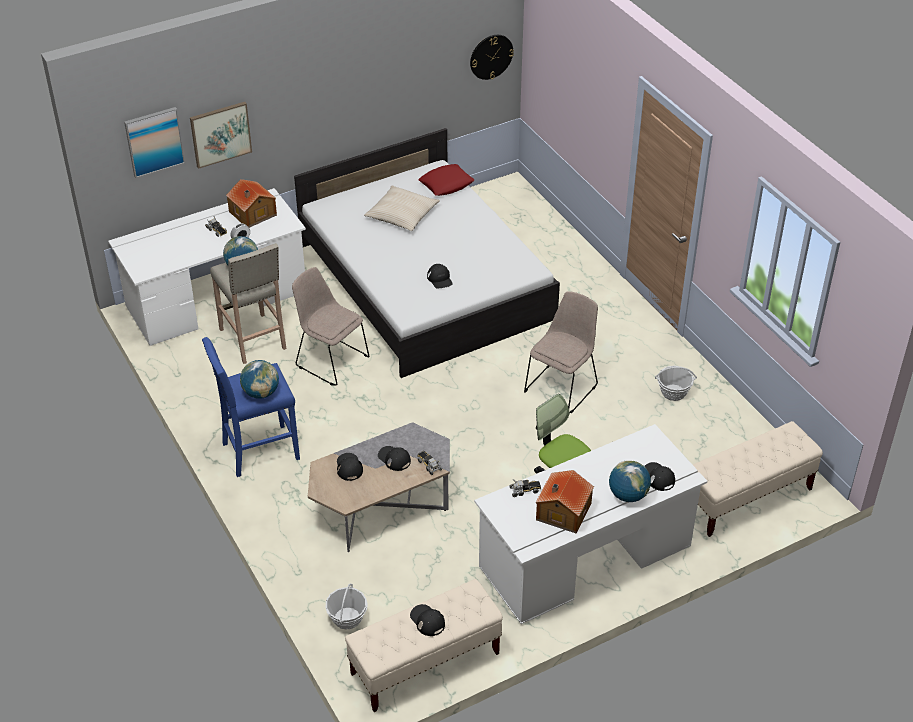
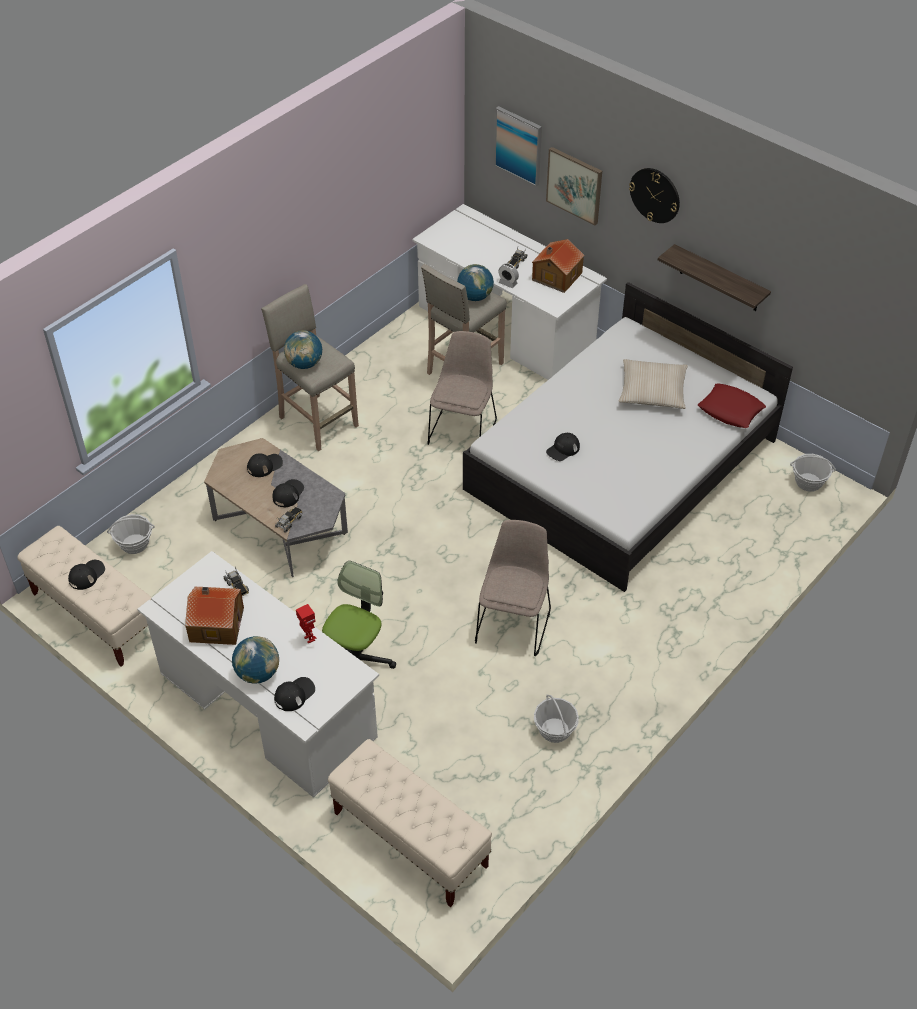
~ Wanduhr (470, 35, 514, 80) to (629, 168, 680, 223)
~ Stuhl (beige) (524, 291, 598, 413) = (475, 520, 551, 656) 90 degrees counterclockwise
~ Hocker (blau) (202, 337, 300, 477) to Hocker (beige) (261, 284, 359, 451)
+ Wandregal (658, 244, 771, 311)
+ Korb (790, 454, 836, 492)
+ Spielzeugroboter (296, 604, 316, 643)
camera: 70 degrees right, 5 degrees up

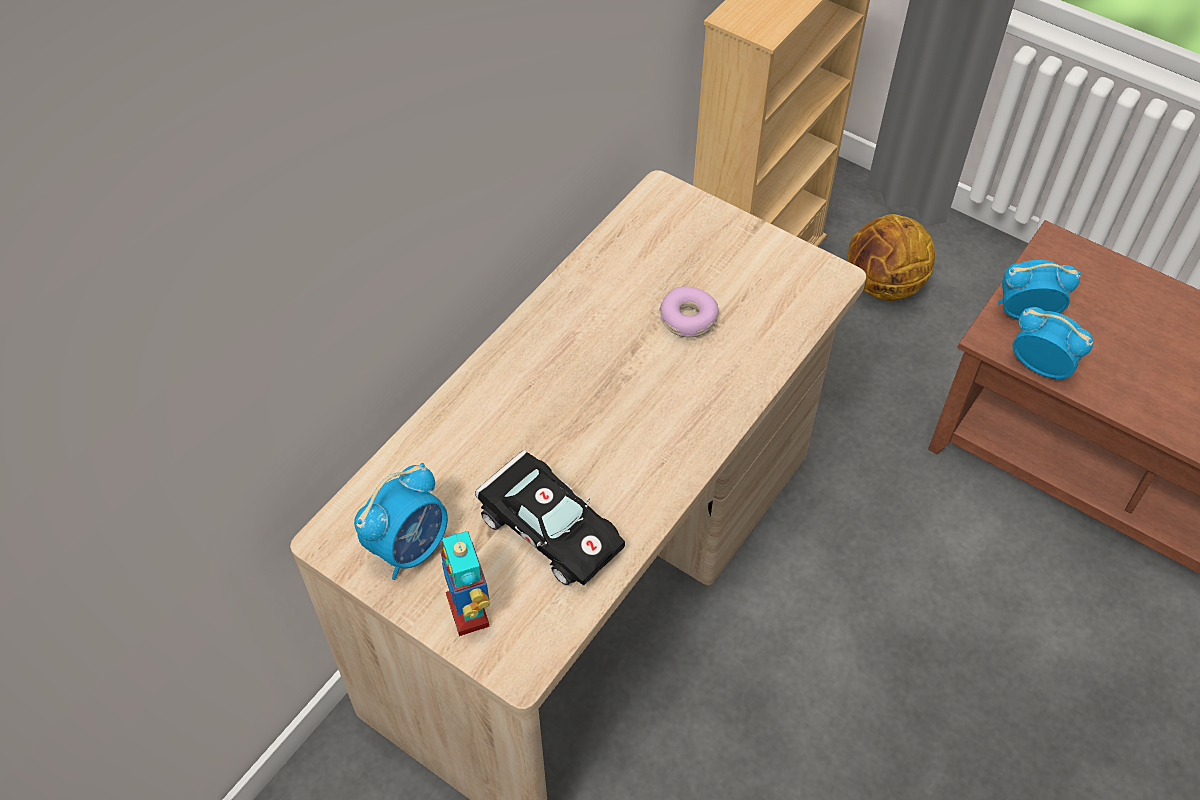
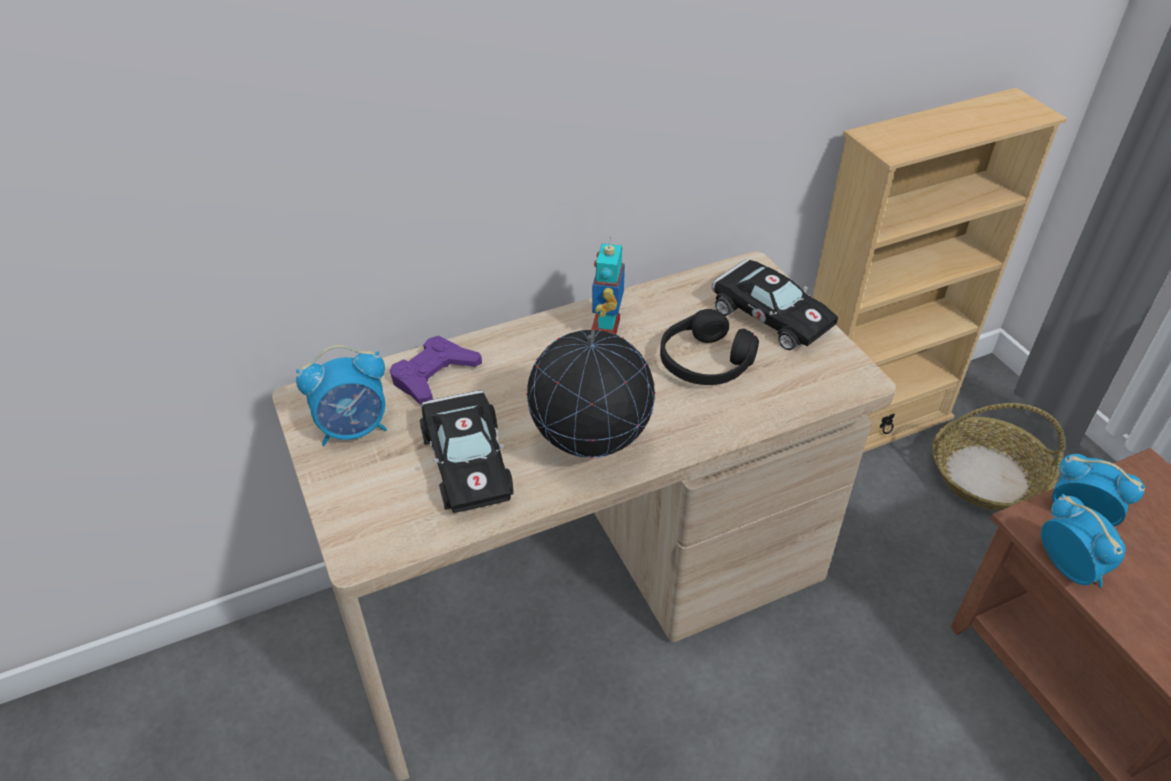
~ Basketball (847, 214, 935, 301) to Korb (932, 403, 1065, 511)
~ Donut (660, 286, 719, 337) to Kopfhörer (schwarz) (660, 309, 759, 385)
~ Spielzeugroboter (440, 531, 490, 636) to (591, 236, 625, 334)
+ Spielzeugauto (schwarz) (712, 259, 838, 350)
+ Globus (526, 330, 656, 458)
+ Gamepad (lila) (390, 336, 482, 404)
camera: 30 degrees right, 10 degrees down

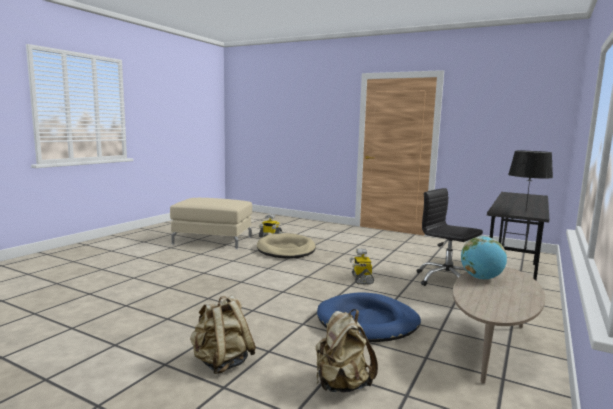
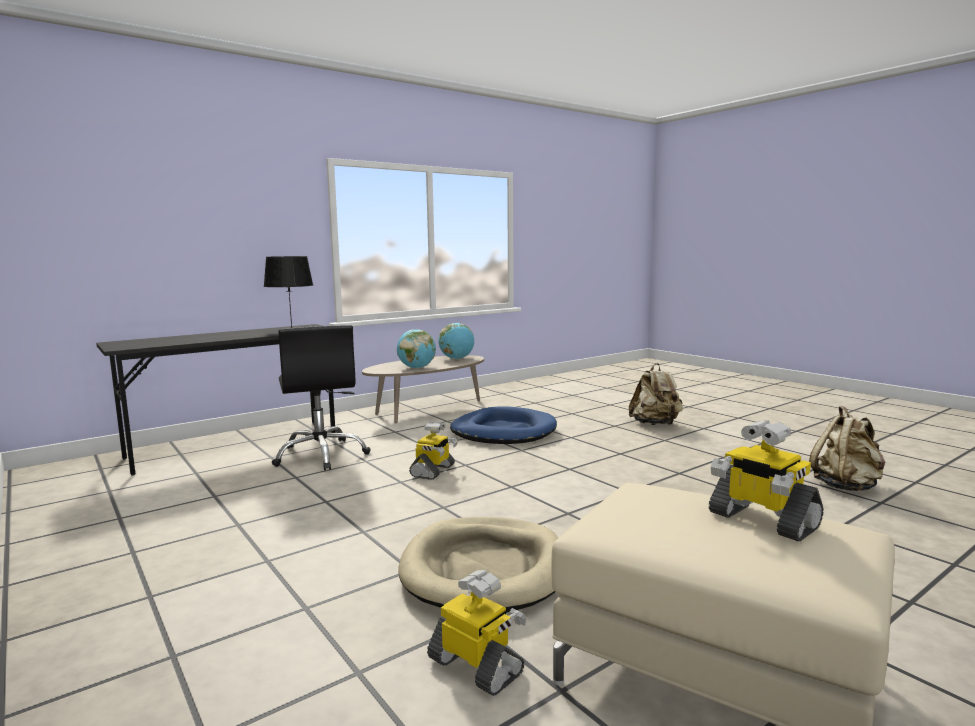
~ Rucksack (beige) (316, 309, 378, 393) to (809, 406, 886, 491)
+ Globus (439, 323, 474, 359)
+ Spielzeugroboter (709, 420, 824, 542)
camera: 155 degrees left, 0 degrees up

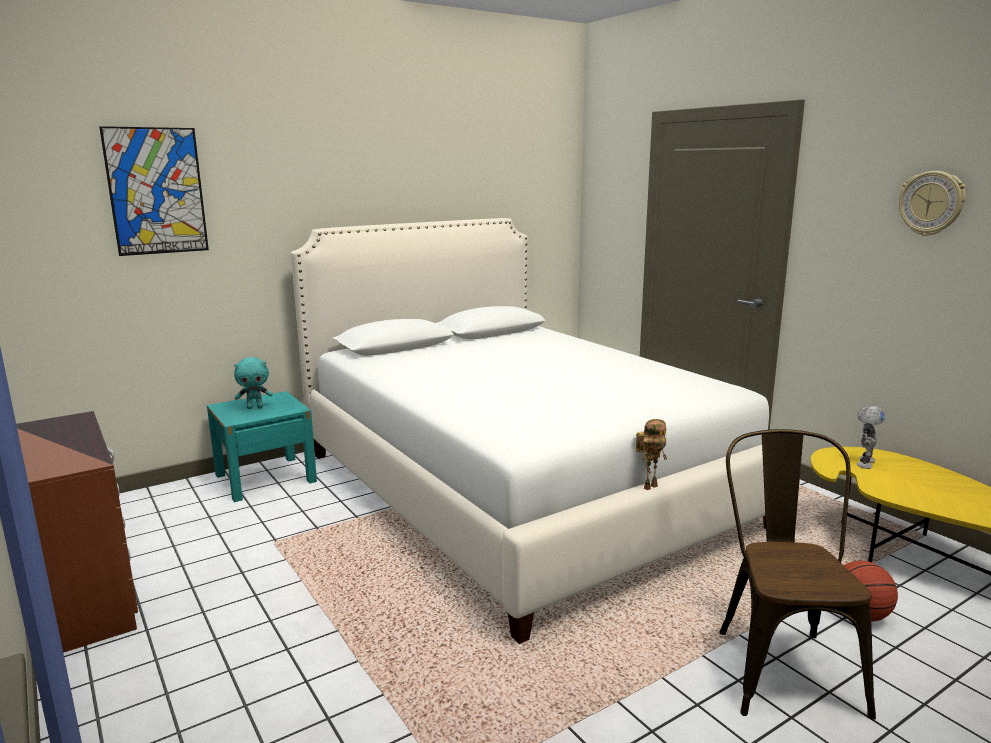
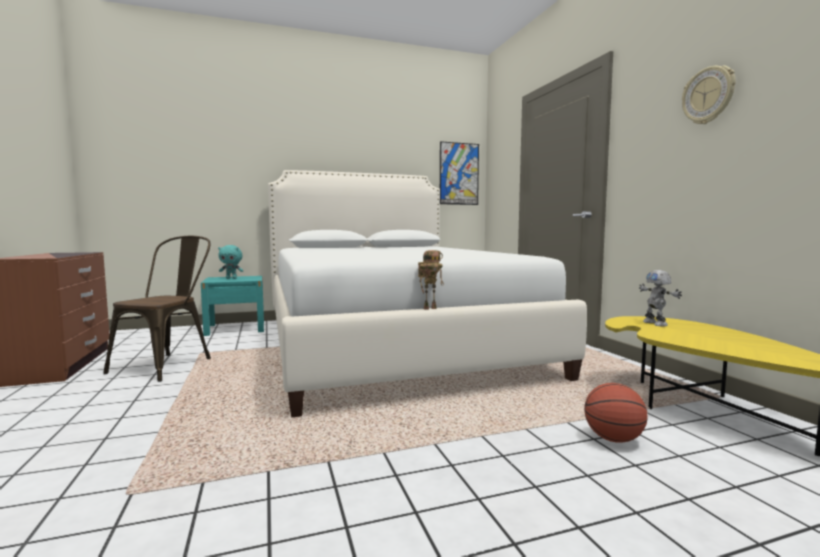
~ Bild (99, 126, 209, 256) to (440, 141, 479, 205)
~ Spielzeugroboter (857, 406, 885, 469) = (639, 270, 682, 326) 120 degrees clockwise
~ Stuhl (braun) (719, 429, 876, 720) to (104, 236, 211, 382)
camera: 15 degrees right, 10 degrees down

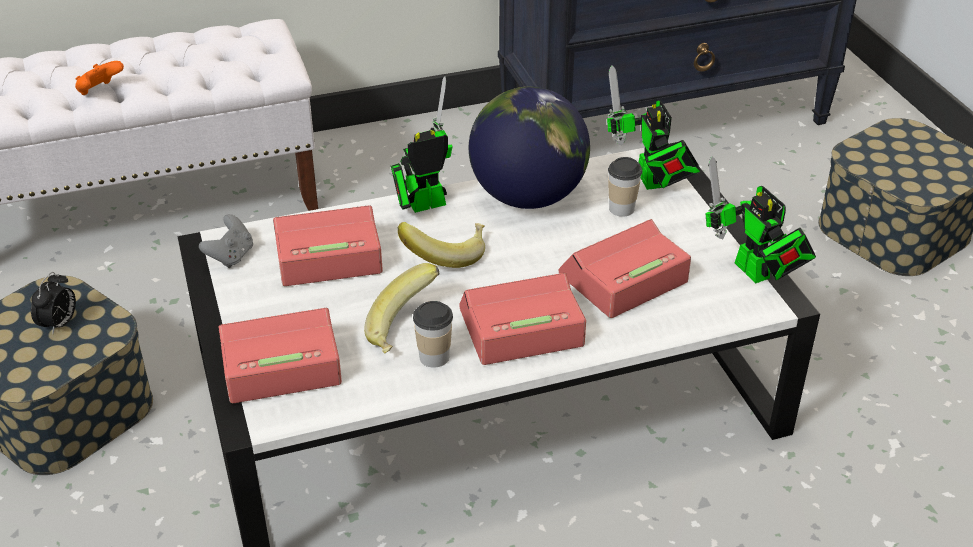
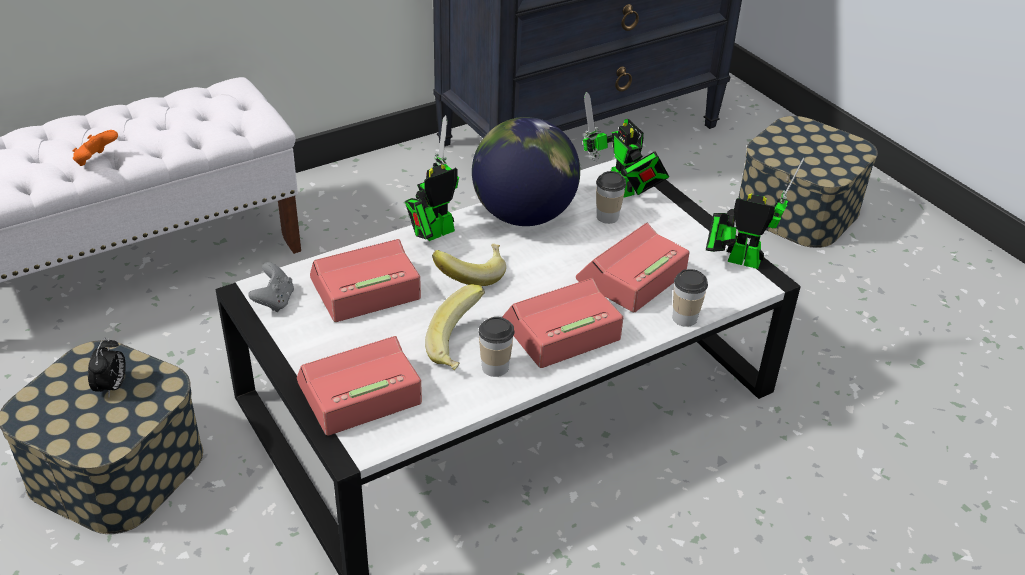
~ Spielzeugroboter (705, 156, 816, 284) = (706, 158, 804, 269) 150 degrees clockwise
+ Tasse (673, 269, 708, 327)
camera: 15 degrees left, 0 degrees up

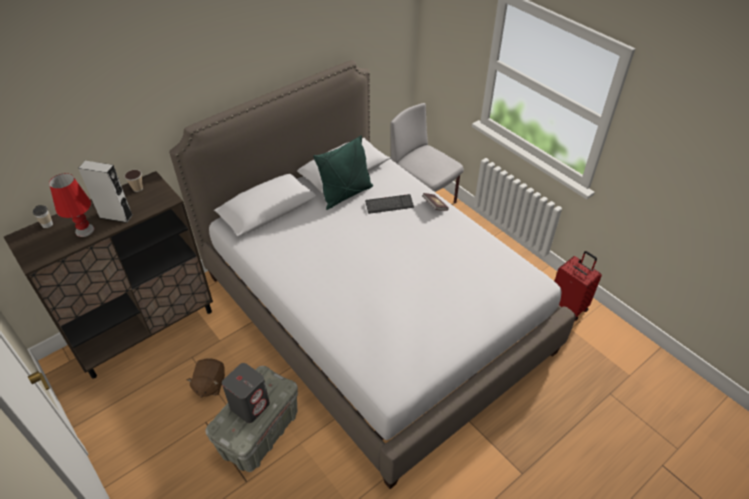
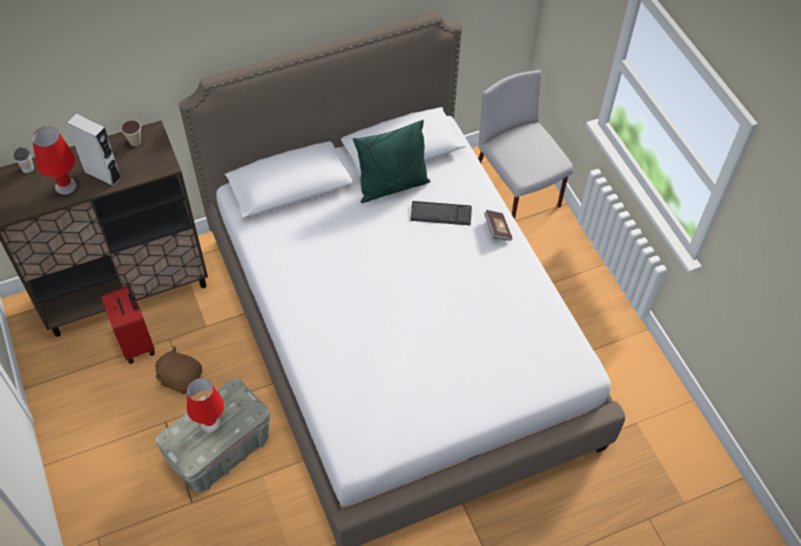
~ Koffer (rot) (555, 251, 602, 321) to (101, 284, 155, 364)
~ Plüschtier (braun) (187, 358, 225, 398) = (155, 346, 202, 394) 90 degrees clockwise
~ Lautsprecher (grau) (222, 363, 270, 423) to Tischlampe (rot) (187, 378, 224, 433)
camera: 15 degrees right, 10 degrees up

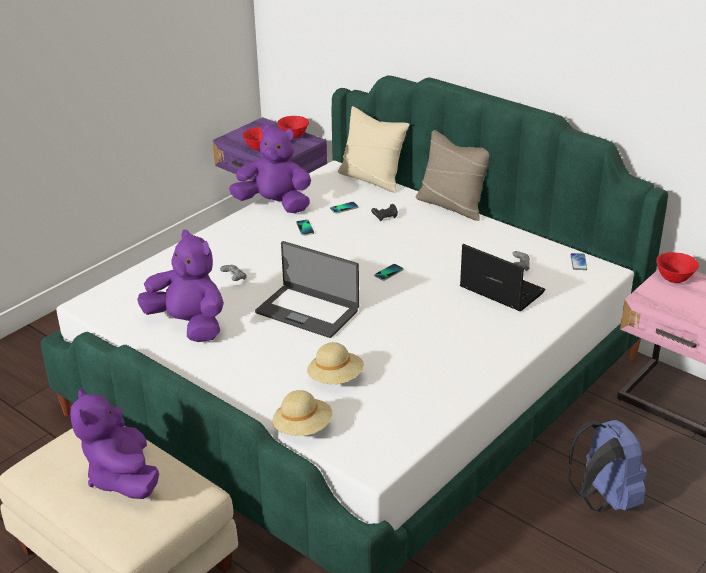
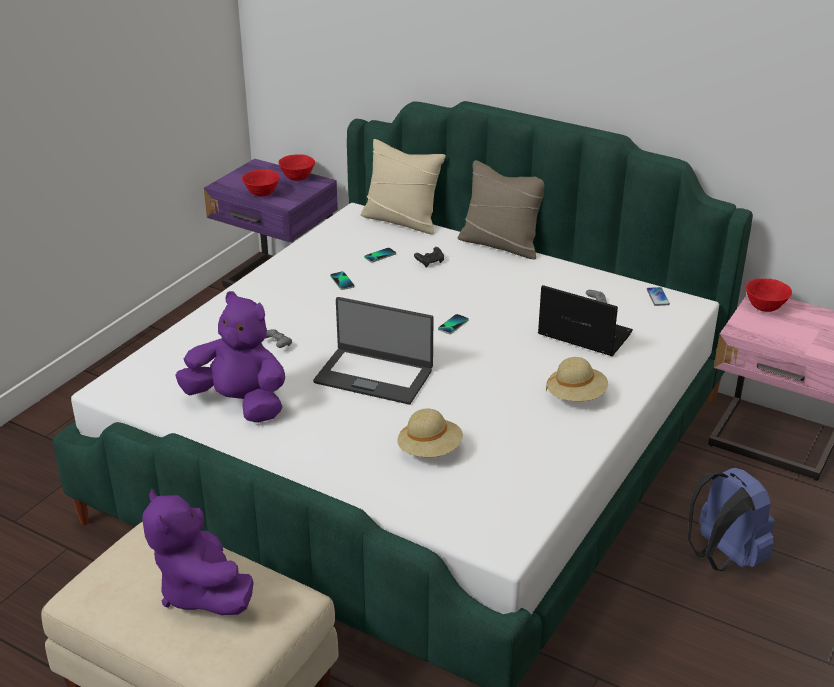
- Plüschtier (lila) (229, 123, 311, 213)
~ Hut (beige) (273, 390, 332, 436) to (546, 357, 608, 401)
camera: 10 degrees left, 0 degrees up

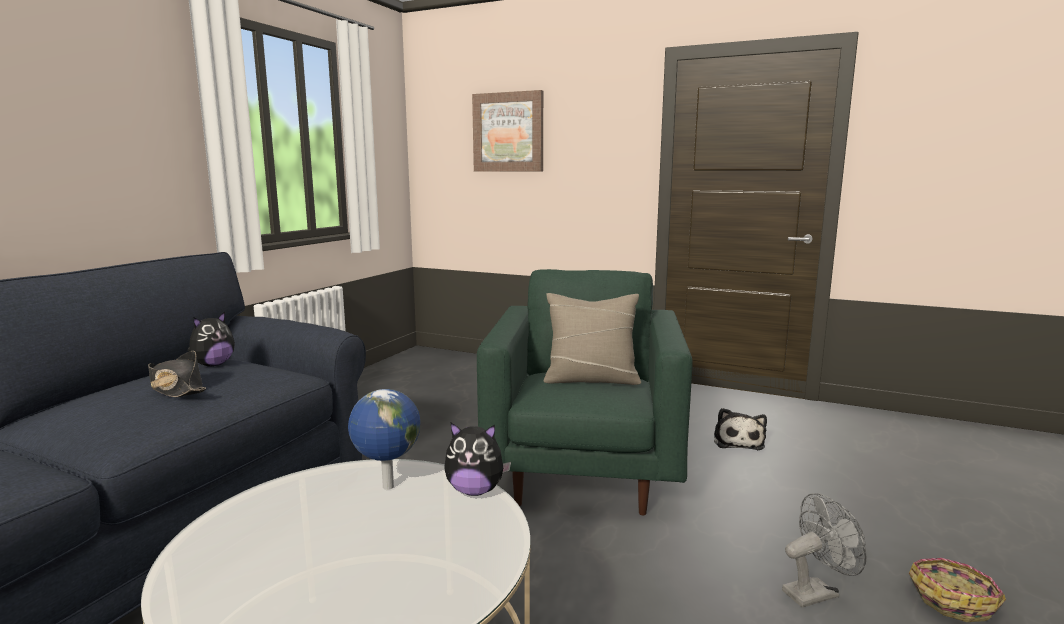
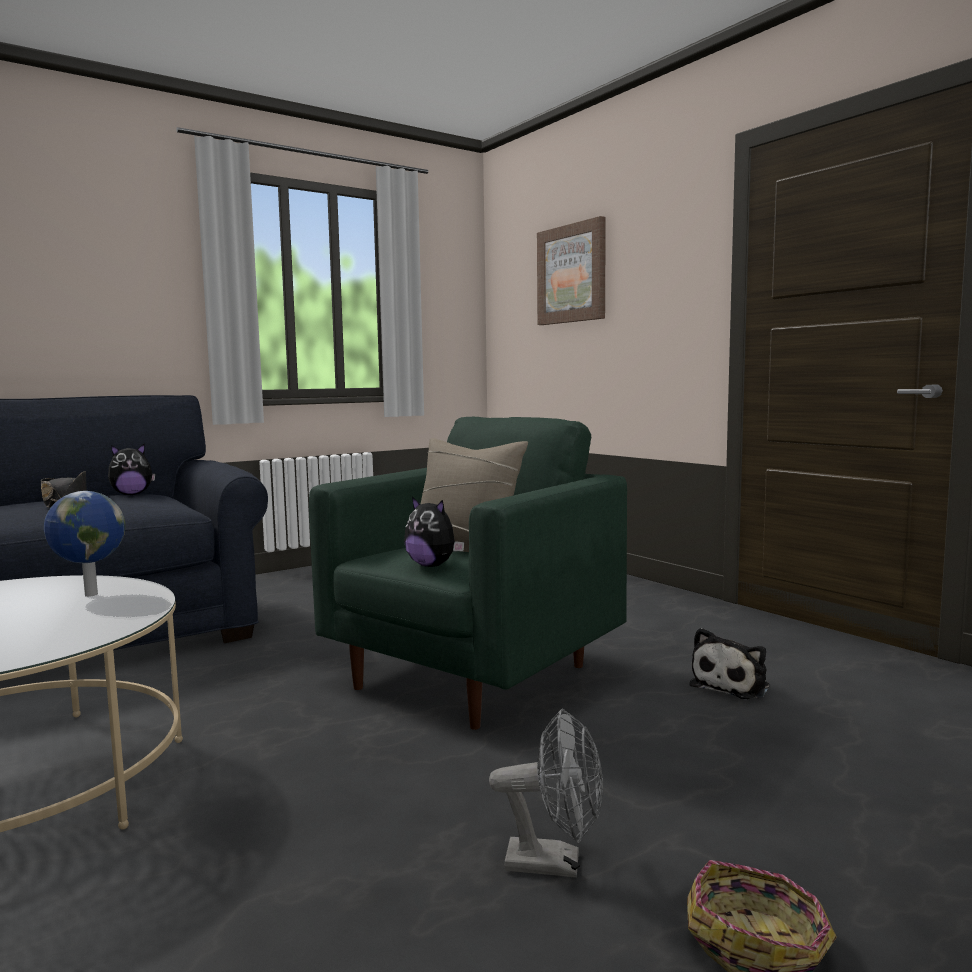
~ Plüschtier (444, 423, 511, 496) to (404, 497, 464, 567)
camera: 30 degrees right, 5 degrees down

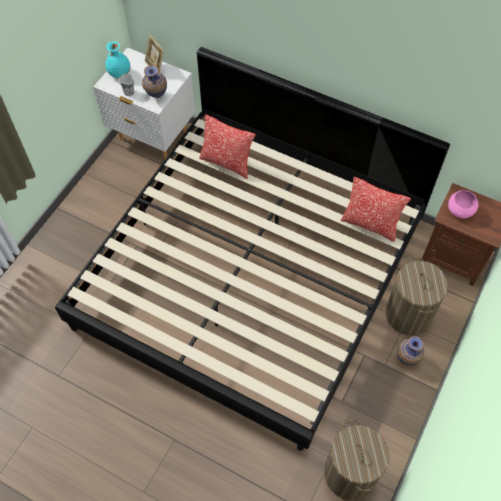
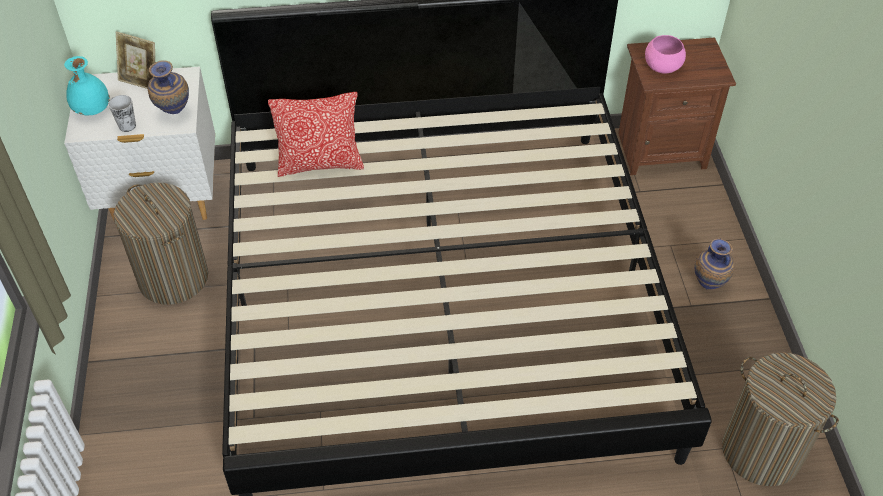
- Kissen (341, 177, 411, 242)
~ Wäschekorb (385, 257, 448, 335) to (114, 183, 208, 304)
camera: 35 degrees left, 10 degrees down

